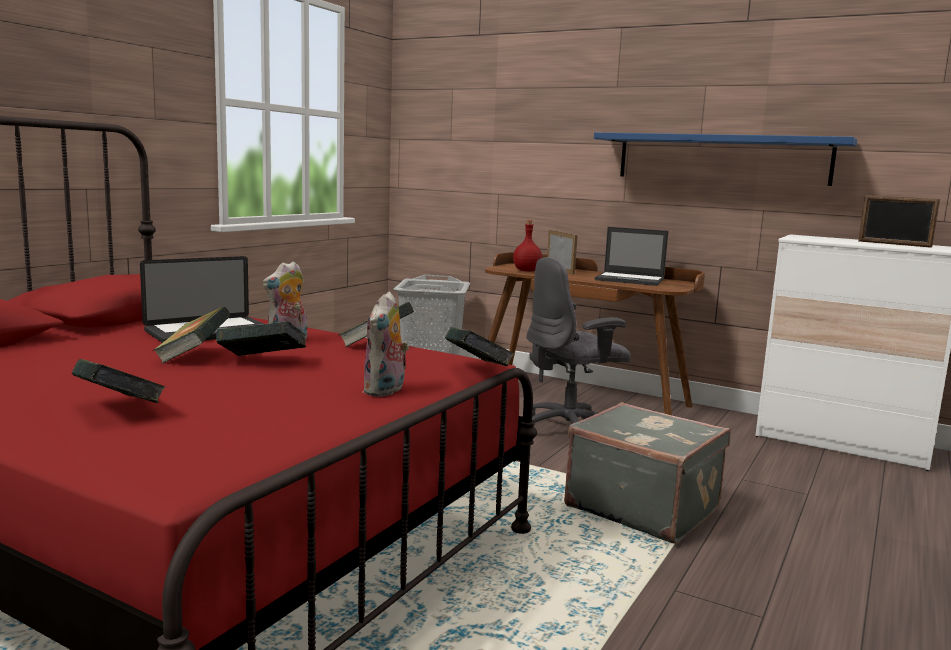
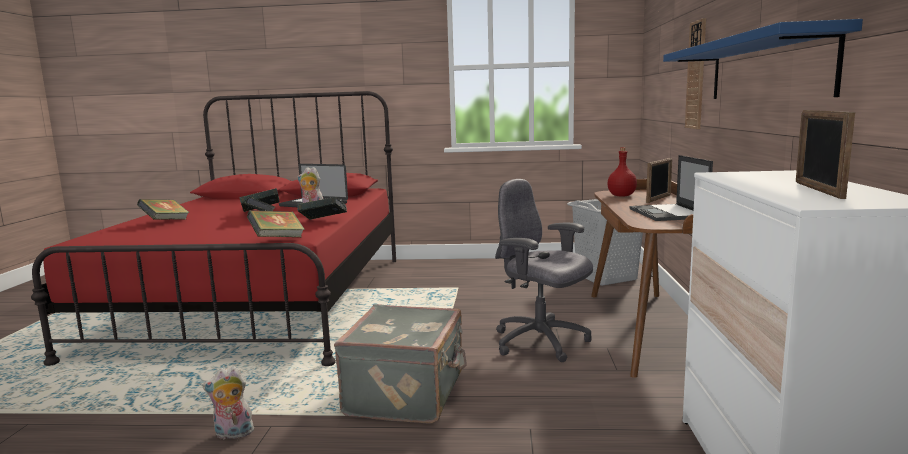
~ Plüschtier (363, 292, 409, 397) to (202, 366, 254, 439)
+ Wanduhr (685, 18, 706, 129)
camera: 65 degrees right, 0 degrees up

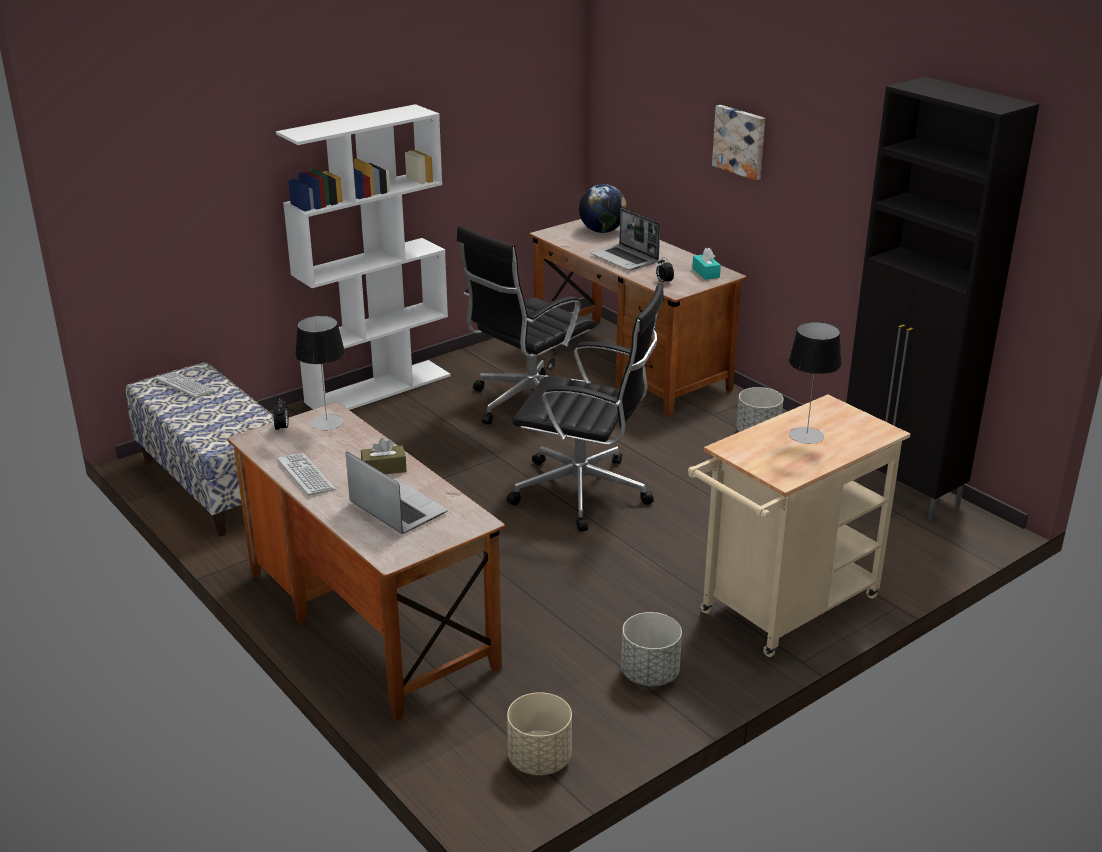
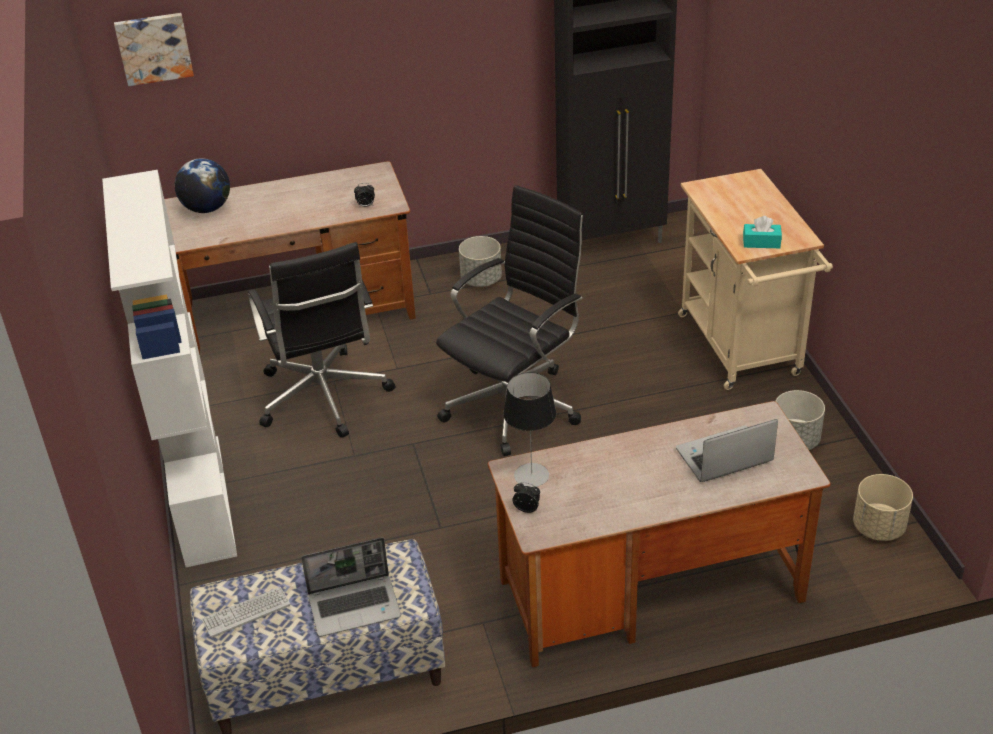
~ Bild (712, 105, 765, 181) to (114, 13, 194, 86)
~ Laptop (591, 208, 660, 270) to (301, 537, 401, 637)
~ Taschentuchbox (türkis) (692, 247, 721, 280) to (743, 216, 782, 248)
- Tischlampe (789, 322, 842, 444)
- Taschentuchbox (braun) (361, 438, 407, 474)
- Tastatur (277, 453, 336, 496)
camera: 65 degrees left, 10 degrees up

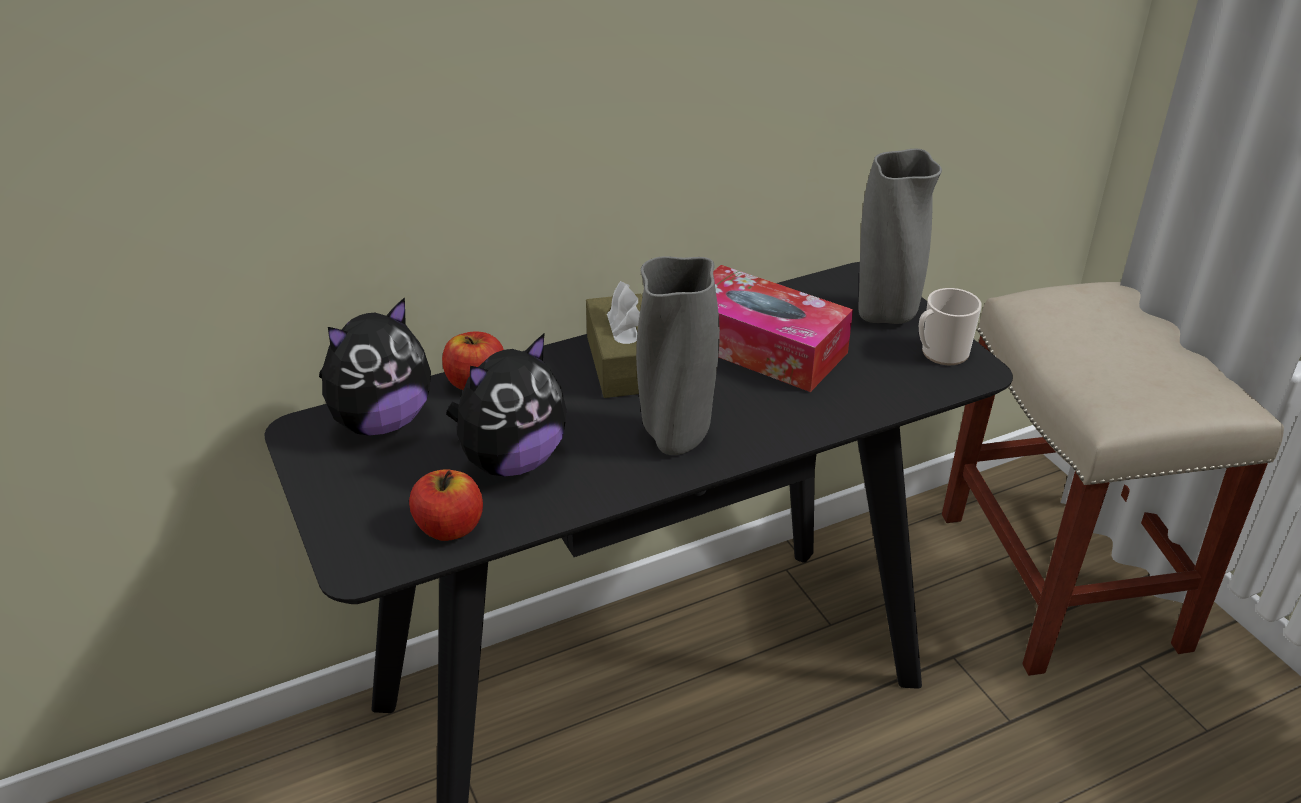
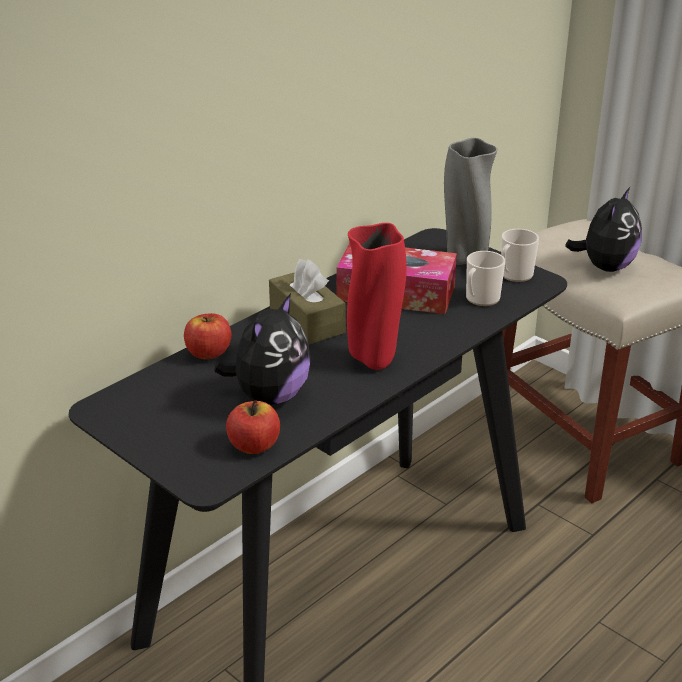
~ Vase (grau) (636, 256, 720, 455) to Vase (rot) (347, 223, 407, 370)
~ Plüschtier (319, 297, 431, 436) to (565, 187, 642, 272)
+ Henkelbecher (466, 251, 505, 306)
camera: 20 degrees left, 5 degrees down

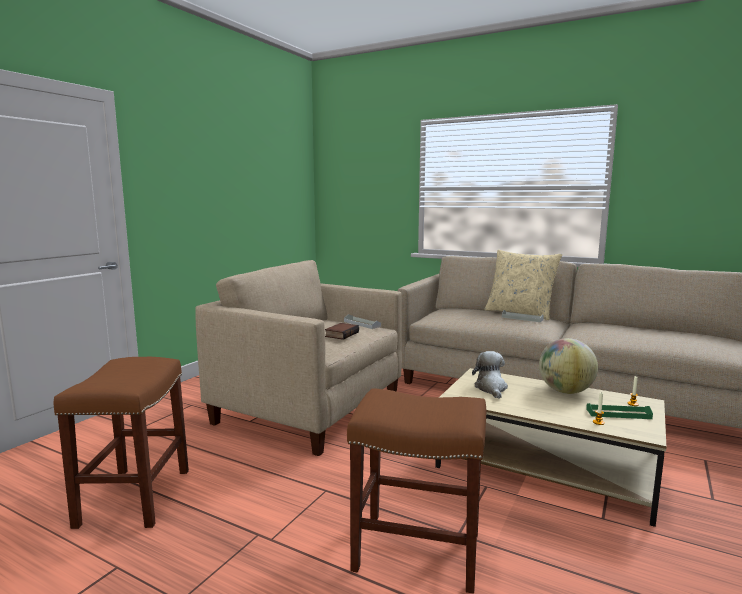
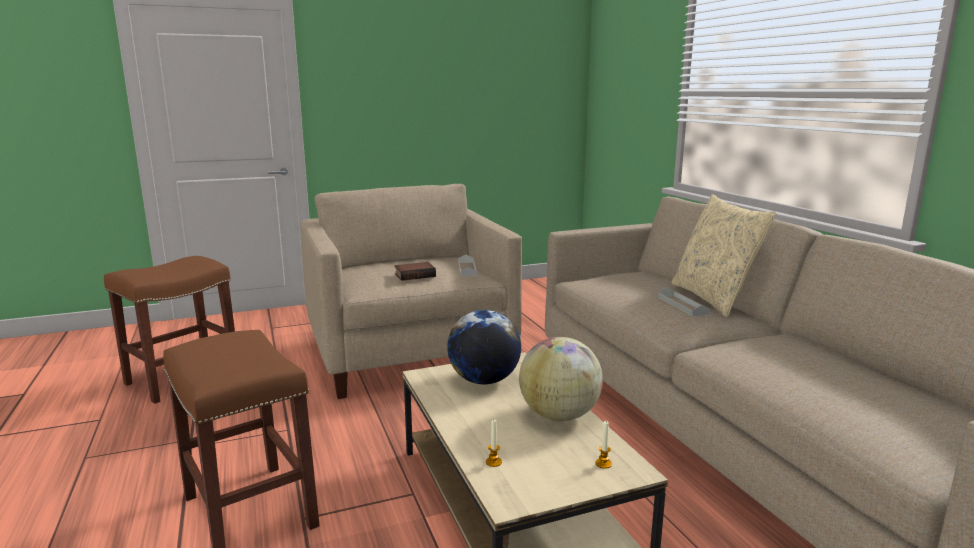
~ Plüschtier (472, 351, 508, 399) to Globus (447, 310, 521, 384)
- Tablett (grün) (586, 403, 653, 419)
camera: 40 degrees right, 5 degrees up

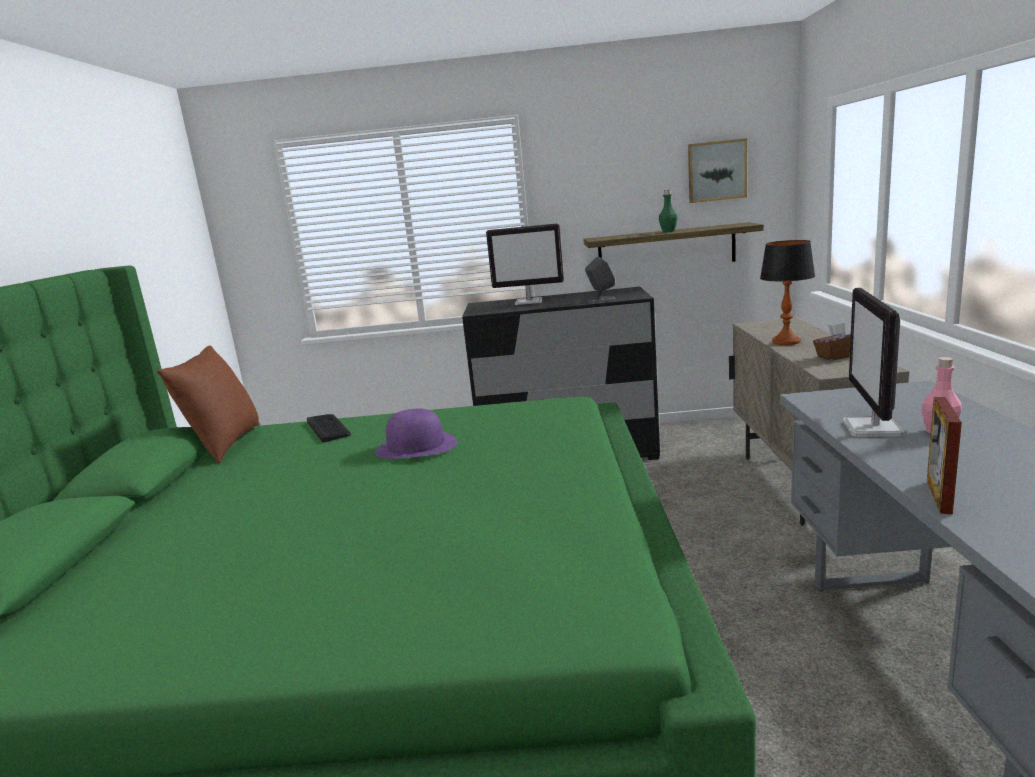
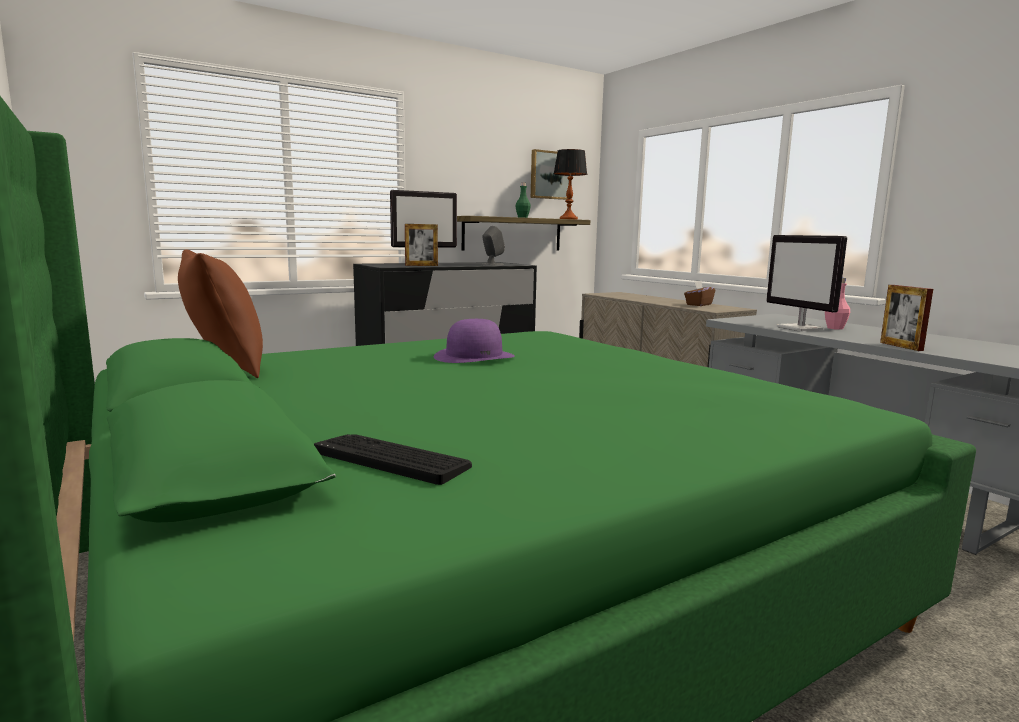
~ Tischlampe (760, 240, 815, 345) to (554, 149, 587, 219)
~ Tastatur (307, 414, 351, 443) to (314, 434, 472, 485)
+ Bilderrahmen (405, 224, 438, 266)
camera: 35 degrees left, 5 degrees down

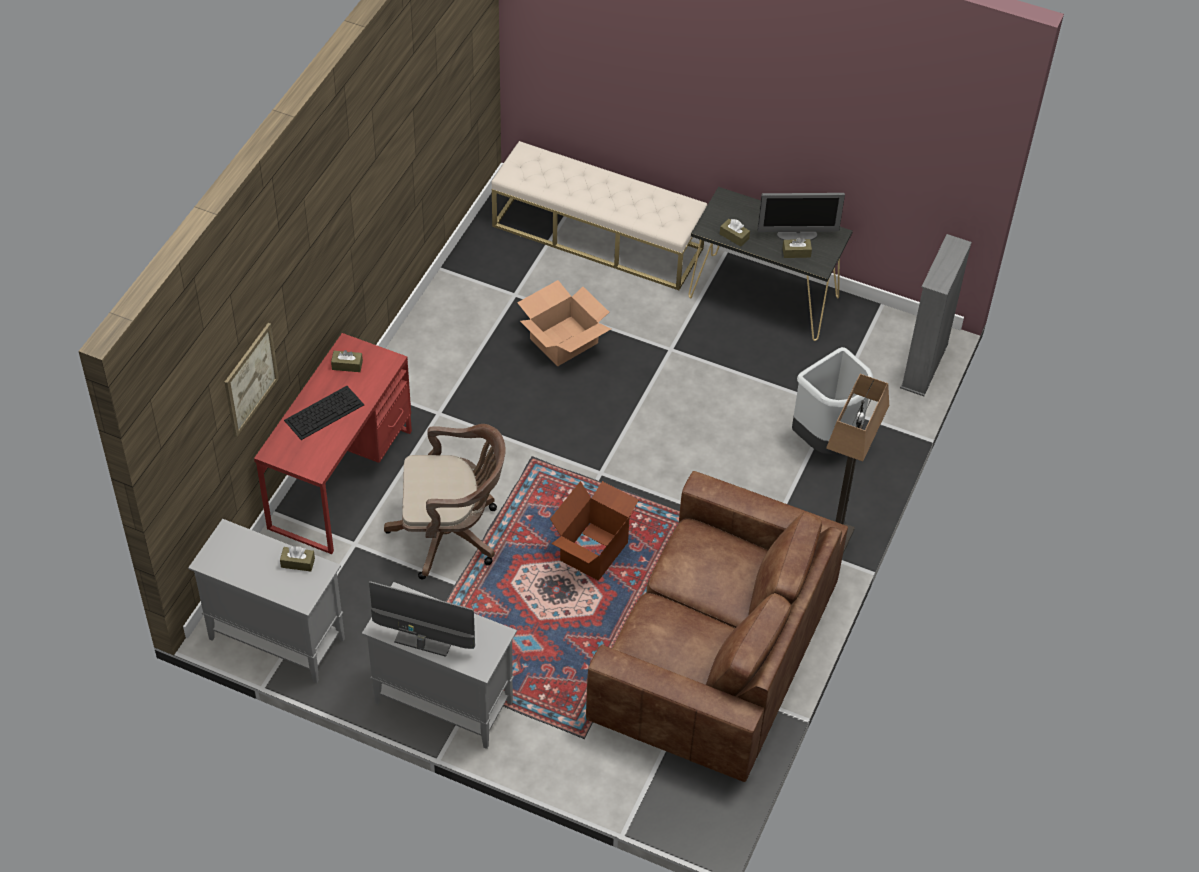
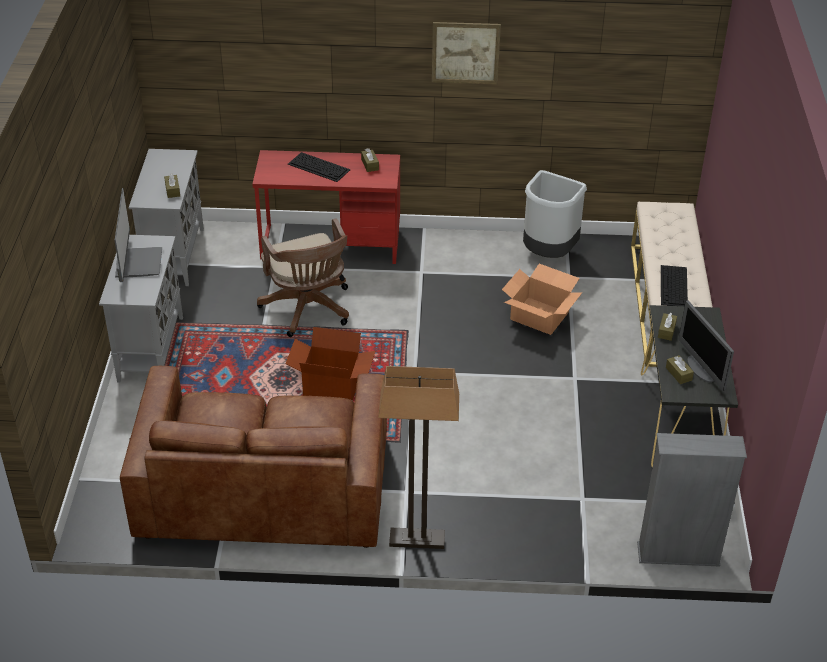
~ Bild (225, 323, 279, 438) to (432, 22, 501, 84)
~ Mülleimer (grau) (792, 347, 874, 454) to (523, 170, 587, 258)
+ Tastatur (661, 265, 688, 306)
camera: 70 degrees right, 10 degrees down

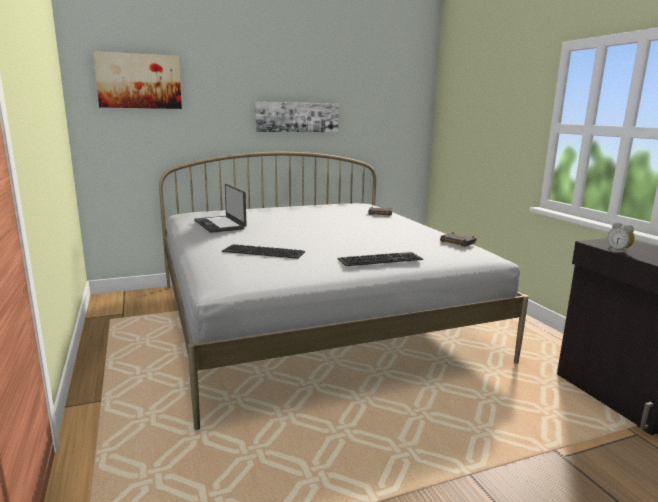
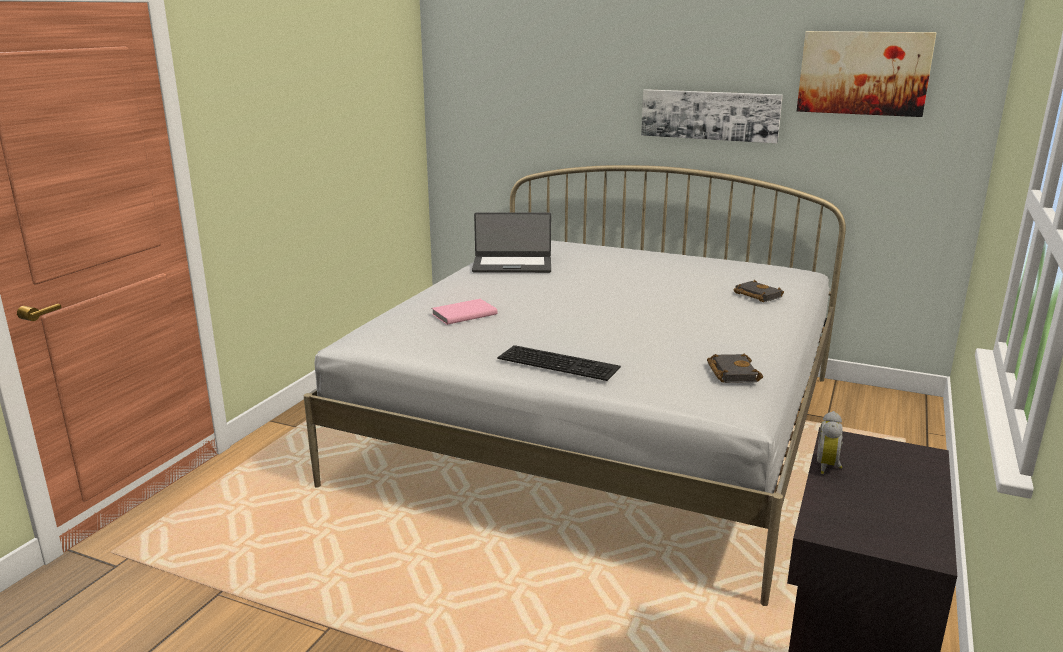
~ Bild (93, 51, 182, 109) to (797, 31, 936, 117)
~ Laptop (194, 184, 247, 233) = (472, 212, 551, 273) 105 degrees counterclockwise
~ Tastatur (222, 244, 305, 259) to Buch (rosa) (432, 299, 497, 325)
camera: 45 degrees right, 5 degrees up

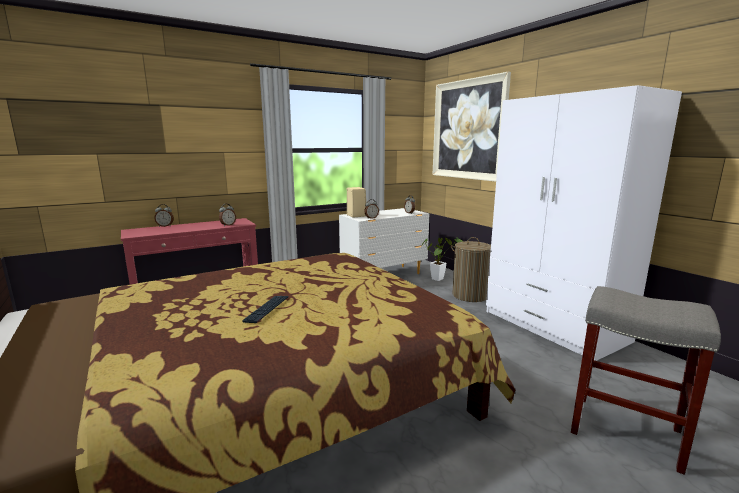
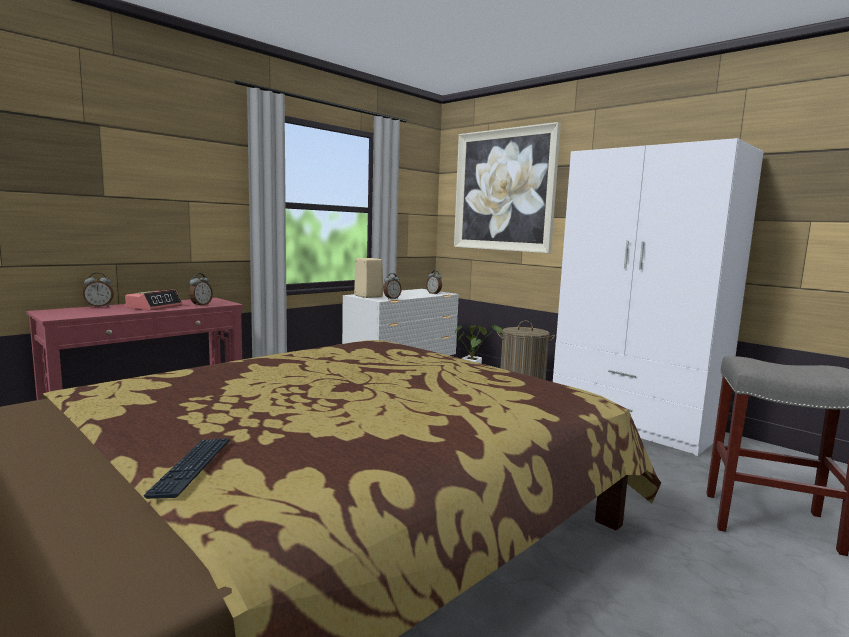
~ Tastatur (242, 296, 289, 323) to (144, 438, 230, 499)
+ Wecker (125, 289, 183, 310)
camera: 15 degrees left, 5 degrees down

